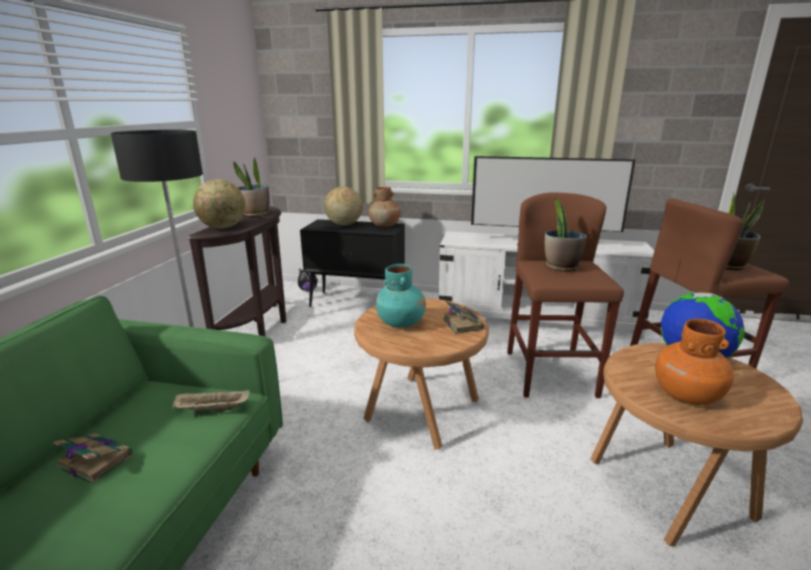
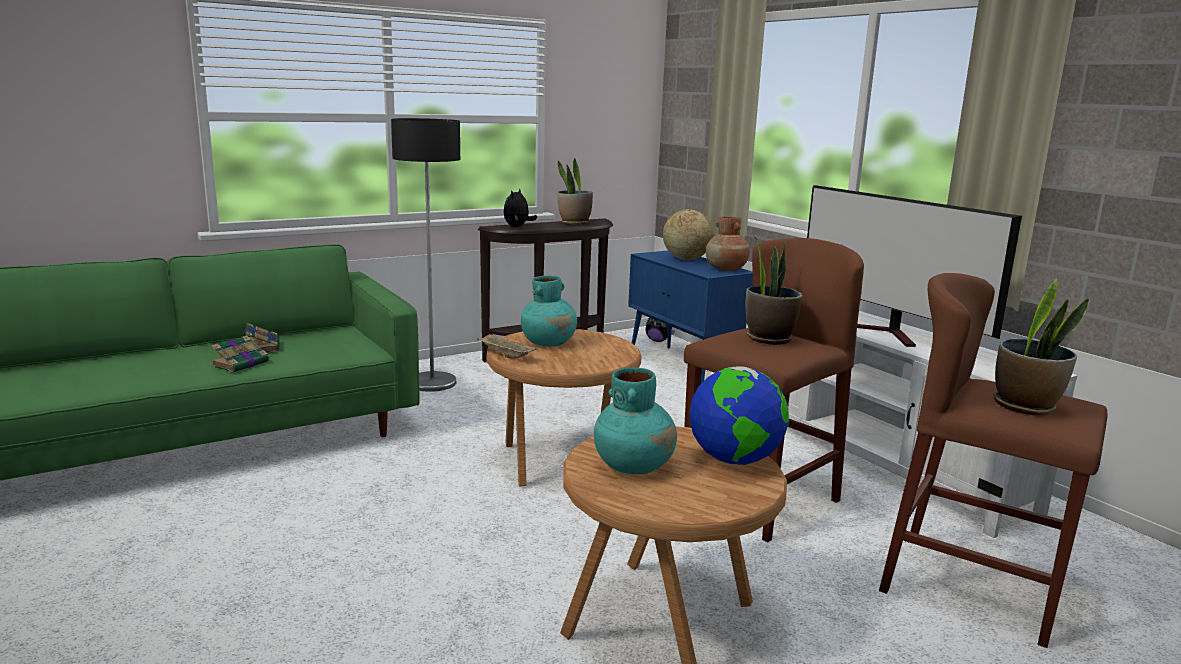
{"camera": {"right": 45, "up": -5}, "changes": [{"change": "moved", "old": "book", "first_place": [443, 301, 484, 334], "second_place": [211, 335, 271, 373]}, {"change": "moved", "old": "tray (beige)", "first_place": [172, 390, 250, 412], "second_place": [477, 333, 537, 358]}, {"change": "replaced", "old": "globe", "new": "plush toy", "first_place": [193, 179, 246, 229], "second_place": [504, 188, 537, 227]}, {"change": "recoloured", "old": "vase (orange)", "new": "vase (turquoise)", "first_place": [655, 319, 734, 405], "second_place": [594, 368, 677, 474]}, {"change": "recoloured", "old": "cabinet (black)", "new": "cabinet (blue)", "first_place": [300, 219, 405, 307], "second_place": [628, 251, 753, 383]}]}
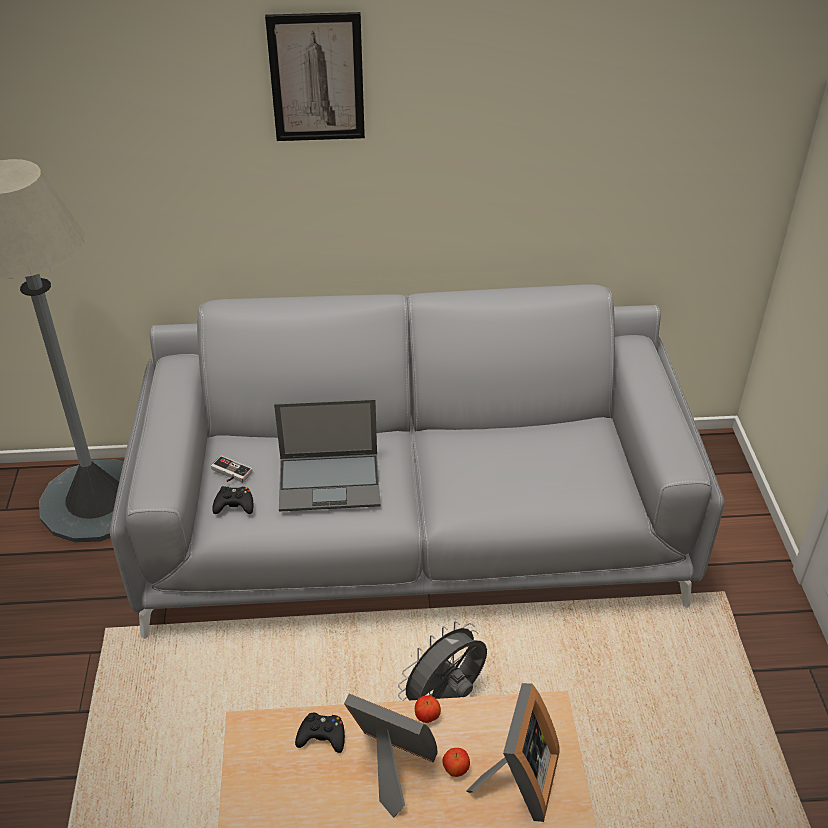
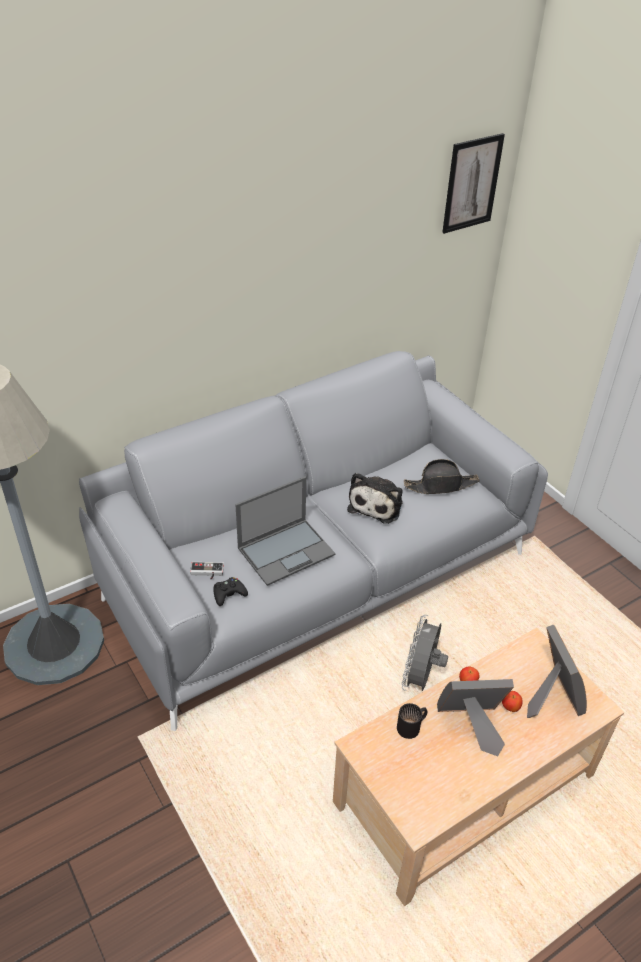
{"camera": {"right": -30, "up": 0}, "changes": [{"change": "added", "new": "plush toy", "second_place": [347, 473, 403, 524]}, {"change": "replaced", "old": "game controller (black)", "new": "mug (black)", "first_place": [295, 713, 345, 753], "second_place": [397, 703, 428, 739]}, {"change": "added", "new": "hat (black)", "second_place": [404, 459, 480, 494]}, {"change": "moved", "old": "picture", "first_place": [265, 12, 365, 141], "second_place": [442, 133, 505, 234]}]}
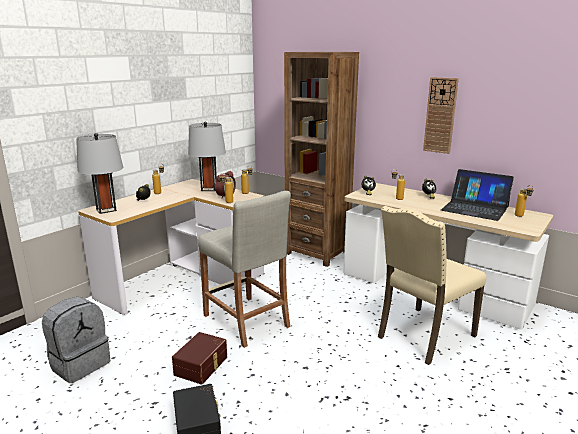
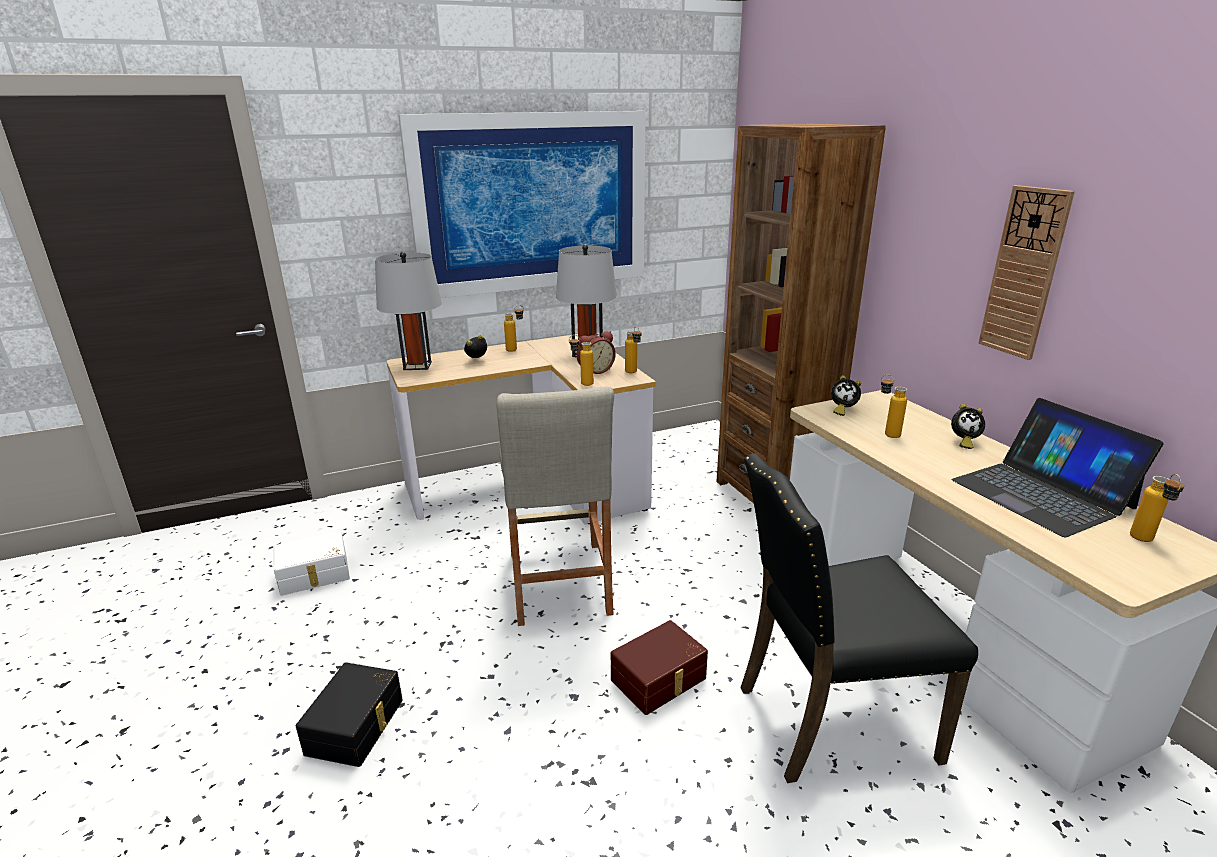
{"camera": {"right": 30, "up": 5}, "changes": [{"change": "replaced", "old": "backpack (grey)", "new": "storage box (white)", "first_place": [42, 297, 110, 383], "second_place": [274, 531, 350, 596]}, {"change": "added", "new": "picture", "second_place": [398, 111, 646, 298]}, {"change": "moved", "old": "storage box (brown)", "first_place": [172, 332, 227, 385], "second_place": [611, 620, 708, 715]}, {"change": "recoloured", "old": "chair (beige)", "new": "chair (black)", "first_place": [378, 206, 487, 365], "second_place": [740, 453, 978, 783]}]}
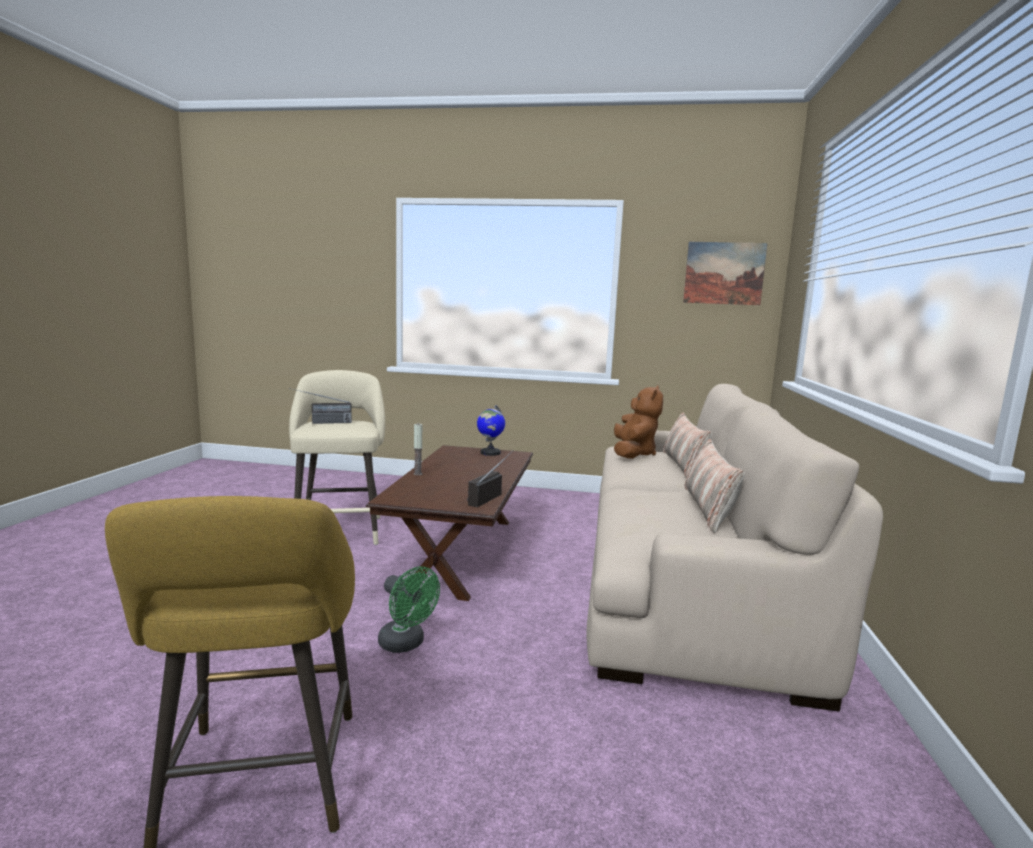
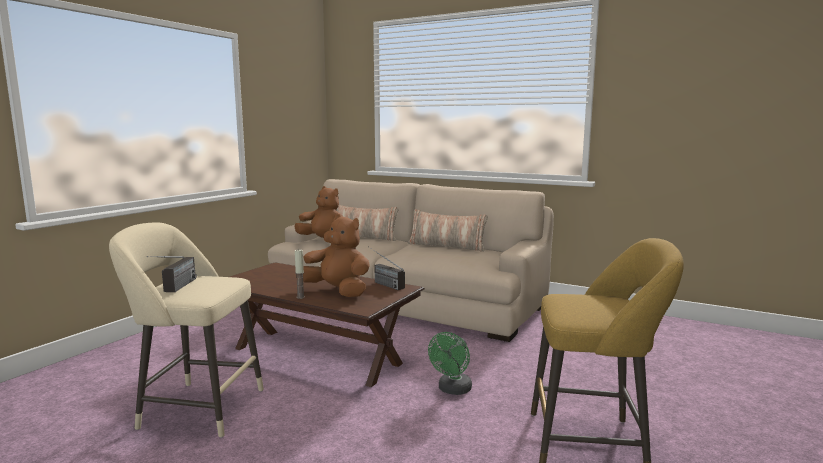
{"camera": {"right": -70, "up": 0}, "changes": [{"change": "added", "new": "plush toy (brown)", "second_place": [303, 214, 370, 297]}, {"change": "turned", "old": "fan (green)", "first_place": [378, 566, 440, 653], "second_place": [428, 332, 472, 395], "degrees": 150}, {"change": "removed", "old": "globe", "first_place": [477, 405, 505, 456]}, {"change": "removed", "old": "picture", "first_place": [683, 242, 768, 305]}]}
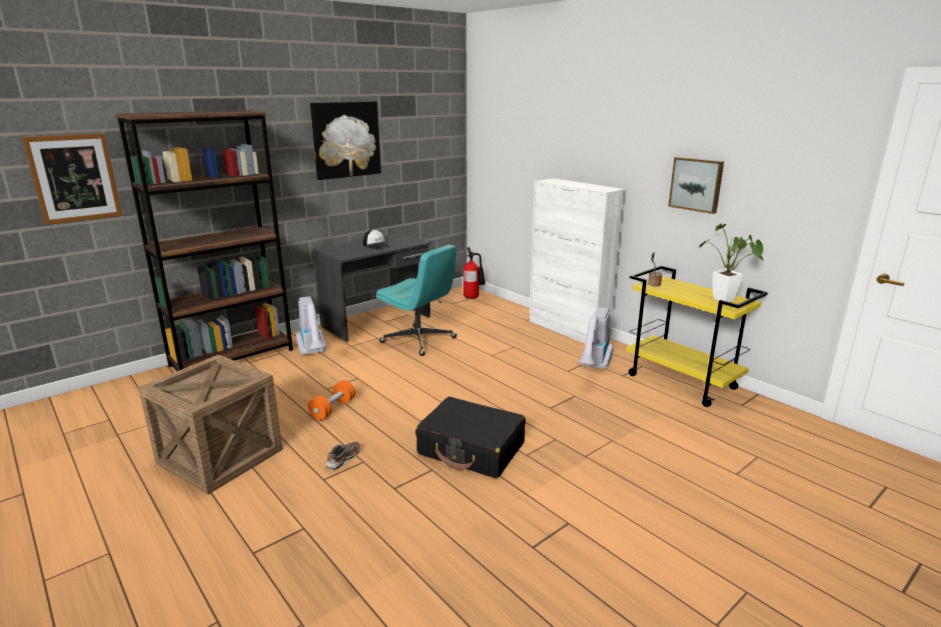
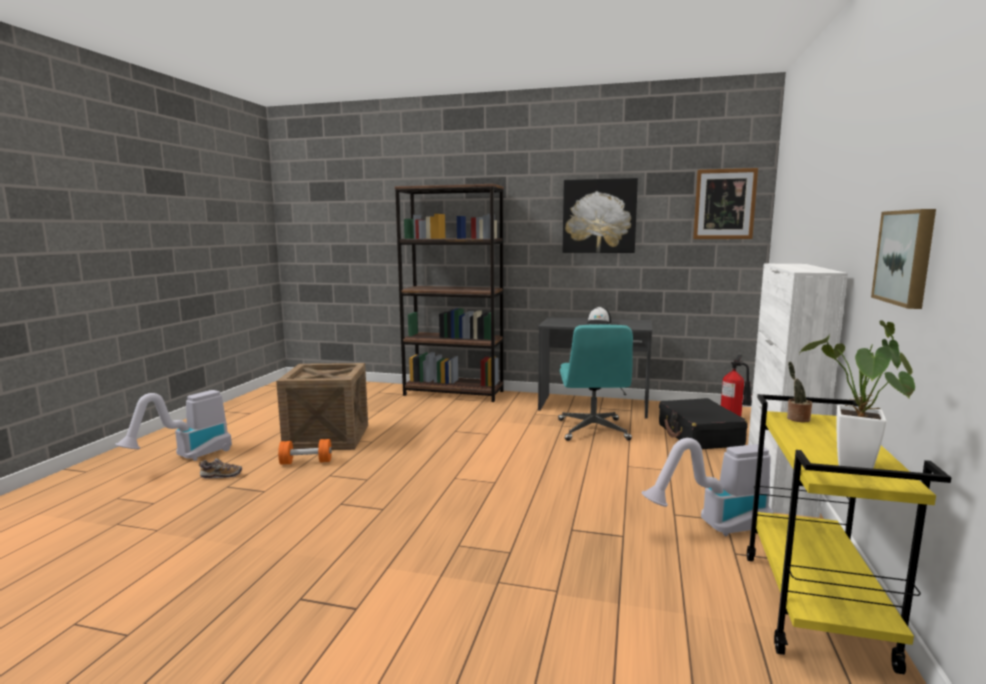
{"camera": {"right": 55, "up": -10}, "changes": [{"change": "moved", "old": "vacuum cleaner", "first_place": [296, 296, 326, 356], "second_place": [115, 390, 232, 461]}, {"change": "moved", "old": "shoe", "first_place": [326, 441, 360, 470], "second_place": [199, 458, 242, 479]}, {"change": "moved", "old": "dumbbell (orange)", "first_place": [308, 380, 355, 420], "second_place": [278, 439, 332, 465]}, {"change": "moved", "old": "suitcase (black)", "first_place": [415, 397, 525, 478], "second_place": [659, 398, 748, 449]}, {"change": "moved", "old": "picture", "first_place": [22, 133, 122, 225], "second_place": [693, 168, 758, 239]}]}
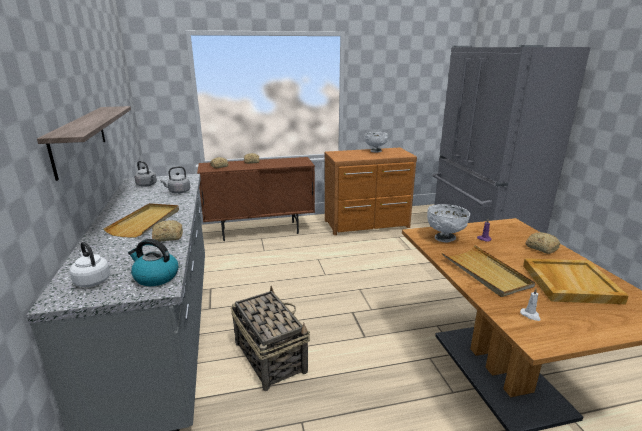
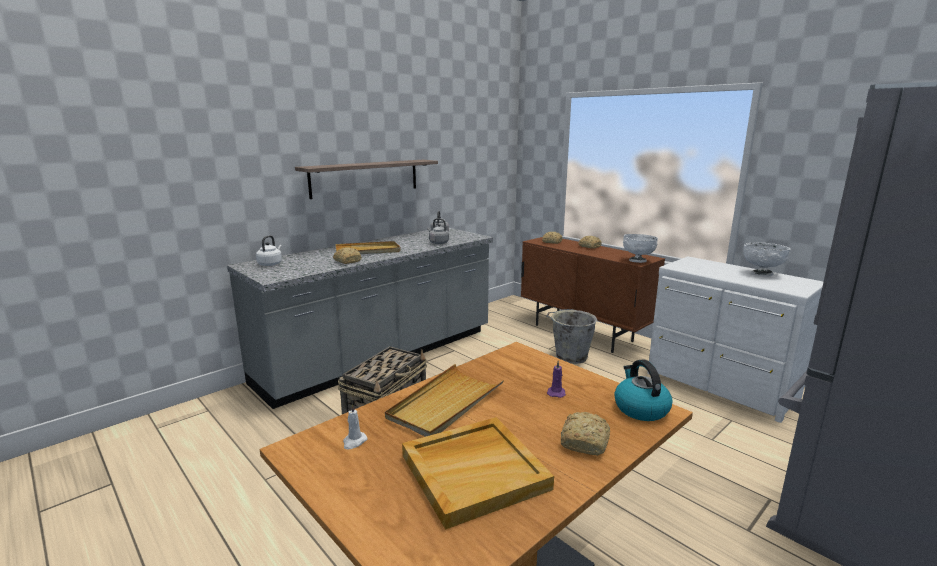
{"camera": {"right": 60, "up": -5}, "changes": [{"change": "added", "new": "bucket (grey)", "second_place": [546, 309, 597, 364]}, {"change": "moved", "old": "kettle", "first_place": [128, 239, 178, 286], "second_place": [614, 360, 673, 421]}, {"change": "moved", "old": "bowl (white)", "first_place": [427, 204, 470, 242], "second_place": [623, 234, 658, 263]}, {"change": "recoloured", "old": "dresser (brown)", "new": "dresser (white)", "first_place": [325, 148, 417, 235], "second_place": [647, 256, 823, 423]}]}
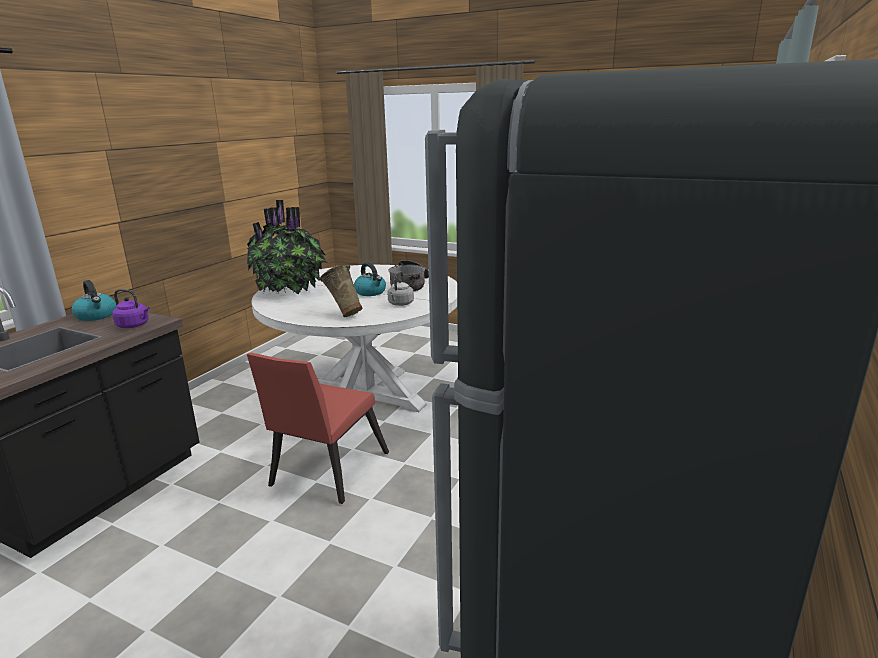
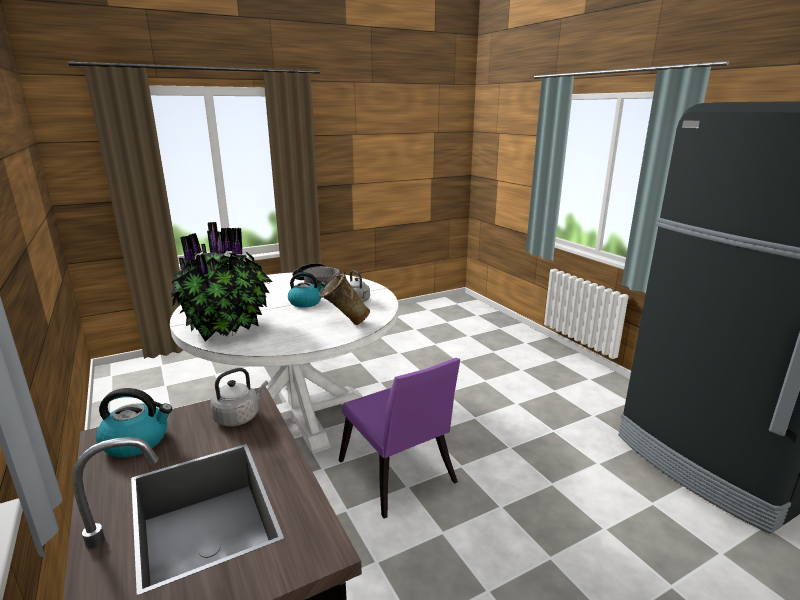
{"camera": {"right": -55, "up": 0}, "changes": [{"change": "recoloured", "old": "kettle (purple)", "new": "kettle (grey)", "first_place": [112, 289, 150, 328], "second_place": [210, 368, 268, 427]}, {"change": "recoloured", "old": "chair (red)", "new": "chair (purple)", "first_place": [247, 353, 389, 504], "second_place": [339, 358, 460, 519]}]}
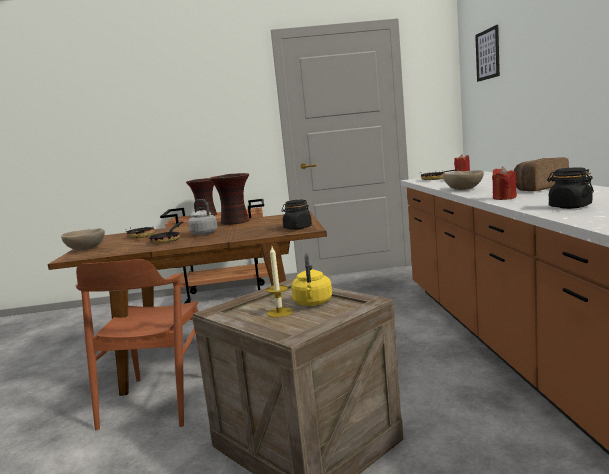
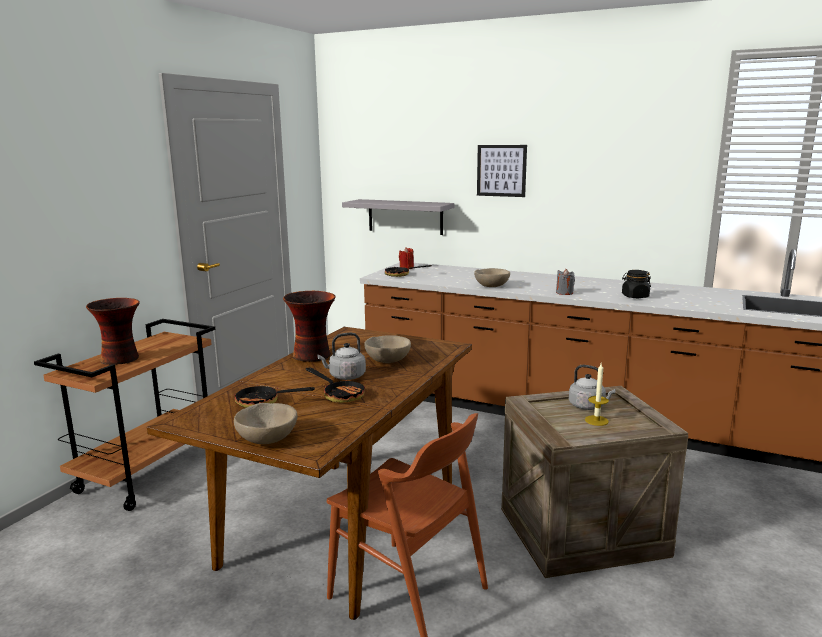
{"camera": {"right": -60, "up": 5}, "changes": [{"change": "added", "new": "shelf (grey)", "second_place": [342, 199, 454, 235]}, {"change": "added", "new": "bowl (beige)", "second_place": [364, 335, 411, 363]}, {"change": "moved", "old": "picture", "first_place": [475, 25, 500, 82], "second_place": [477, 145, 527, 197]}, {"change": "recoloured", "old": "candle (red)", "new": "candle (grey)", "first_place": [492, 167, 517, 200], "second_place": [556, 269, 575, 295]}, {"change": "recoloured", "old": "kettle (yellow)", "new": "kettle (grey)", "first_place": [291, 253, 332, 306], "second_place": [569, 365, 616, 410]}, {"change": "removed", "old": "jar (black)", "first_place": [281, 200, 312, 230]}, {"change": "removed", "old": "bread", "first_place": [514, 157, 569, 191]}]}
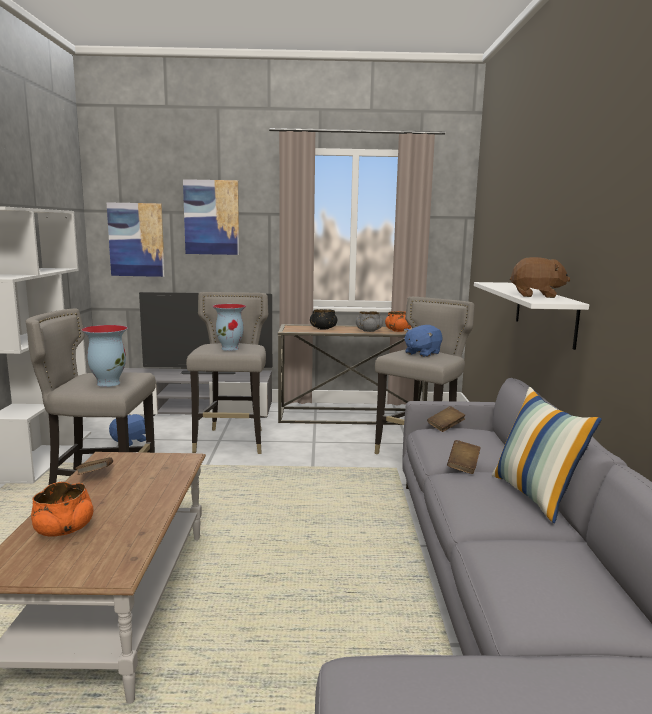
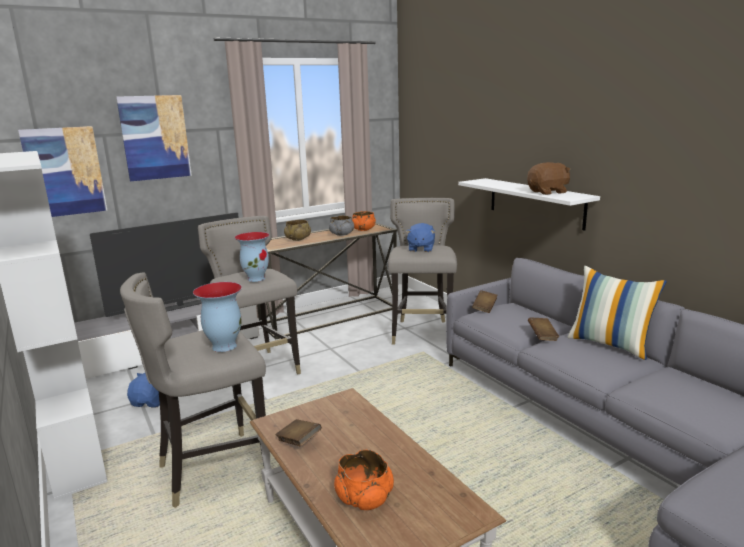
{"camera": {"right": -30, "up": 5}, "changes": [{"change": "recoloured", "old": "bowl (black)", "new": "bowl (beige)", "first_place": [310, 309, 337, 329], "second_place": [284, 220, 311, 241]}]}
